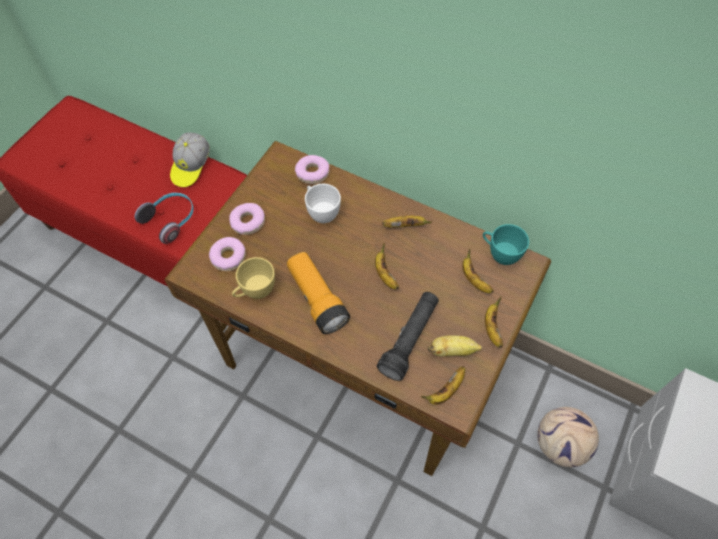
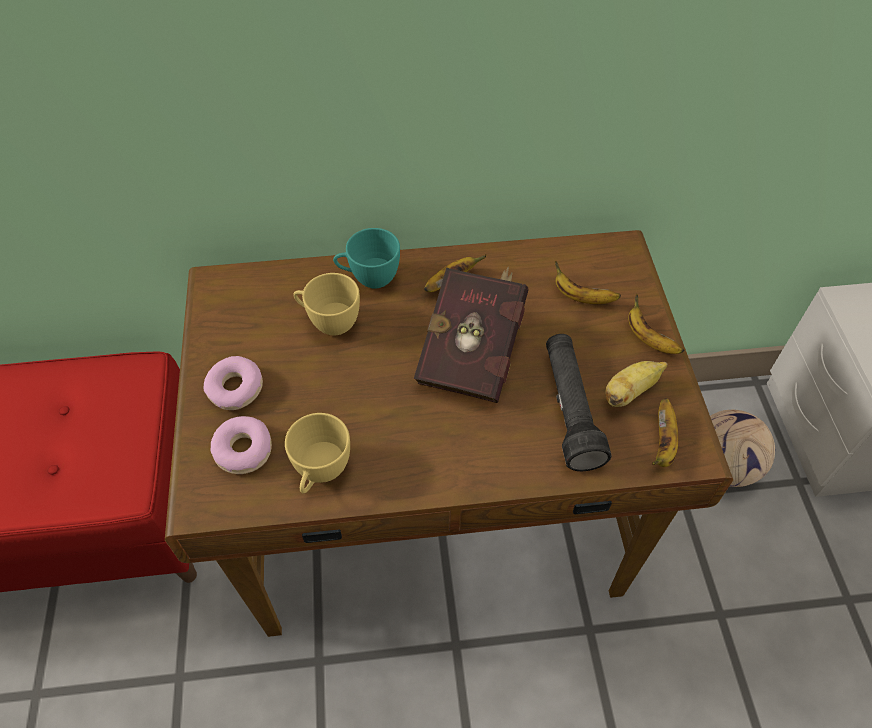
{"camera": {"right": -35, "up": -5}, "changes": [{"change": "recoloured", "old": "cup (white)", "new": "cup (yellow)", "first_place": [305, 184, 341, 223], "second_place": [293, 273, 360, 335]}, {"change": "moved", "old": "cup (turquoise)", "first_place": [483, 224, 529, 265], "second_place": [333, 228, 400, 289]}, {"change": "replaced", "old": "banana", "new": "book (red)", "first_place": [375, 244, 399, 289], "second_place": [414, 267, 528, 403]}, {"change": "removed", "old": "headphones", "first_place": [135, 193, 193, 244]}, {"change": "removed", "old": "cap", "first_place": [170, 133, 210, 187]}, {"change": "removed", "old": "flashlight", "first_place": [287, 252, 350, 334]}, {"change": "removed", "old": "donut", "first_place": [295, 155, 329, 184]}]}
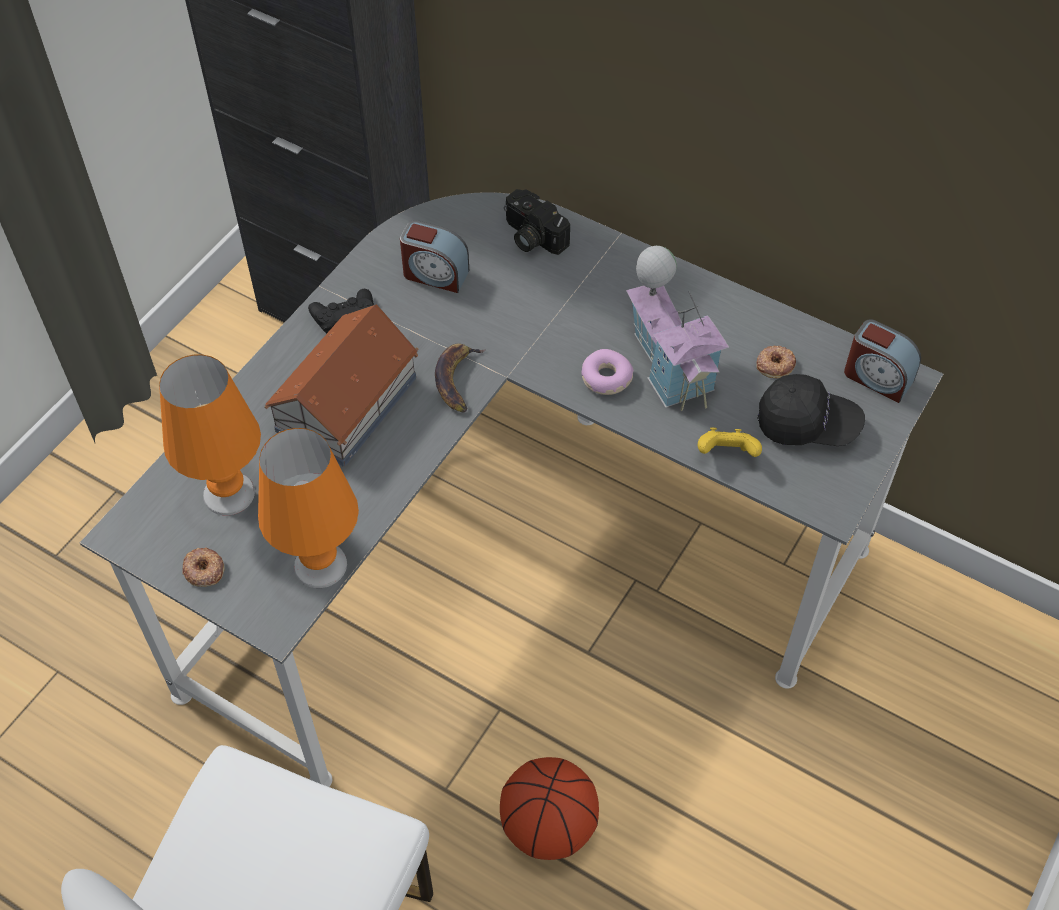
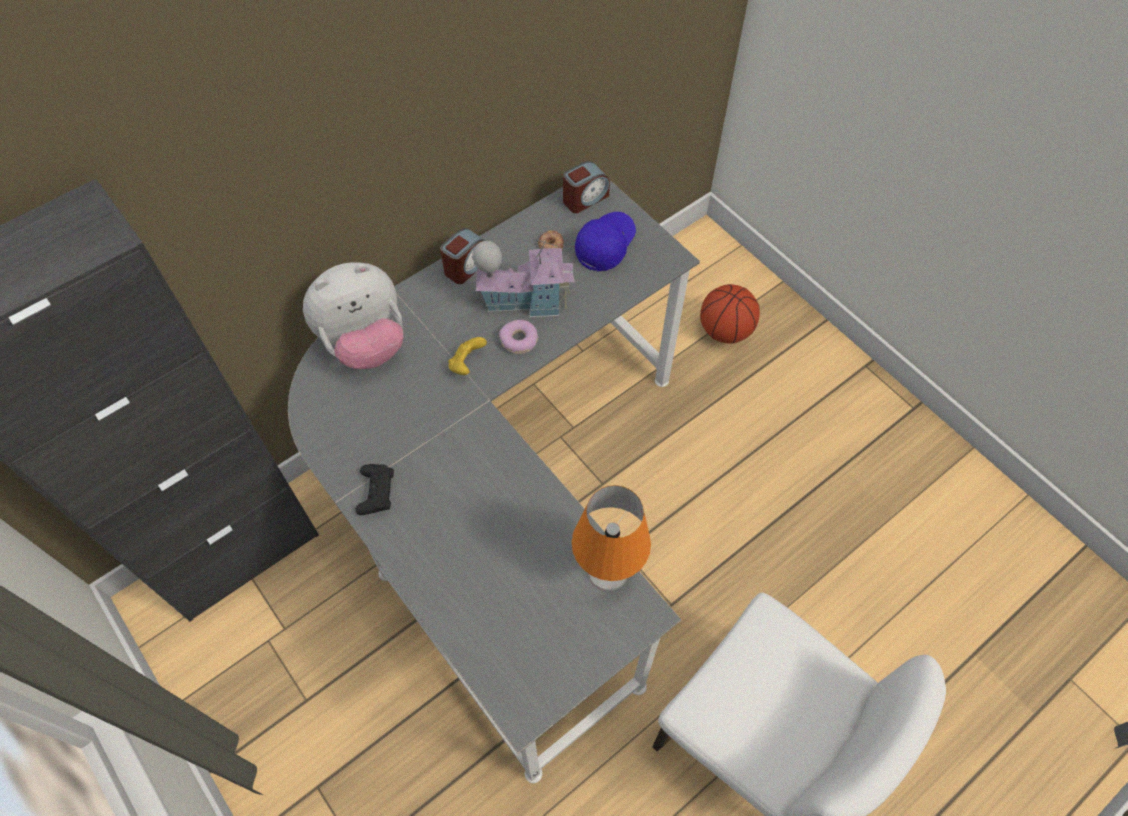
{"camera": {"right": -70, "up": 5}, "changes": [{"change": "replaced", "old": "photo camera", "new": "plush toy", "first_place": [504, 189, 570, 255], "second_place": [303, 262, 403, 369]}, {"change": "moved", "old": "alarm clock", "first_place": [400, 220, 469, 293], "second_place": [440, 228, 486, 284]}, {"change": "moved", "old": "game controller (yellow)", "first_place": [698, 427, 762, 457], "second_place": [448, 337, 487, 375]}, {"change": "recoloured", "old": "cap (black)", "new": "cap (blue)", "first_place": [757, 374, 865, 446], "second_place": [575, 212, 636, 271]}, {"change": "moved", "old": "basketball", "first_place": [500, 757, 599, 860], "second_place": [700, 284, 760, 344]}, {"change": "removed", "old": "table lamp (orange)", "first_place": [159, 355, 261, 516]}, {"change": "removed", "old": "donut", "first_place": [182, 547, 225, 587]}, {"change": "removed", "old": "toy house", "first_place": [264, 304, 419, 467]}, {"change": "removed", "old": "banana", "first_place": [435, 343, 486, 413]}]}
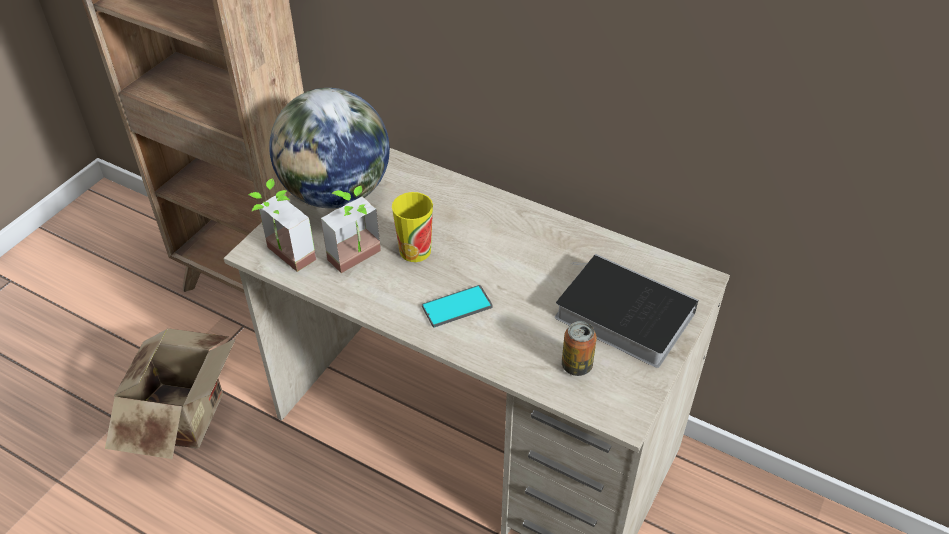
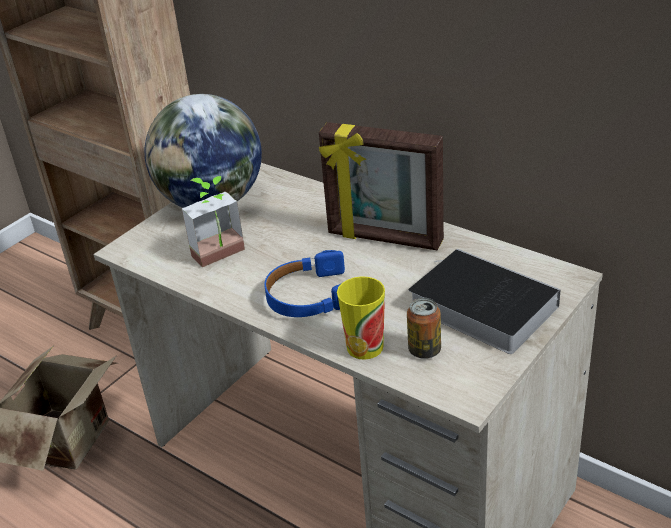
{"camera": {"right": 10, "up": -10}, "changes": [{"change": "replaced", "old": "phone", "new": "headphones (blue)", "first_place": [422, 285, 493, 327], "second_place": [264, 250, 345, 317]}, {"change": "added", "new": "picture frame", "second_place": [319, 122, 444, 250]}, {"change": "moved", "old": "cup", "first_place": [392, 192, 433, 262], "second_place": [337, 276, 385, 360]}, {"change": "removed", "old": "potted plant", "first_place": [248, 179, 316, 272]}]}
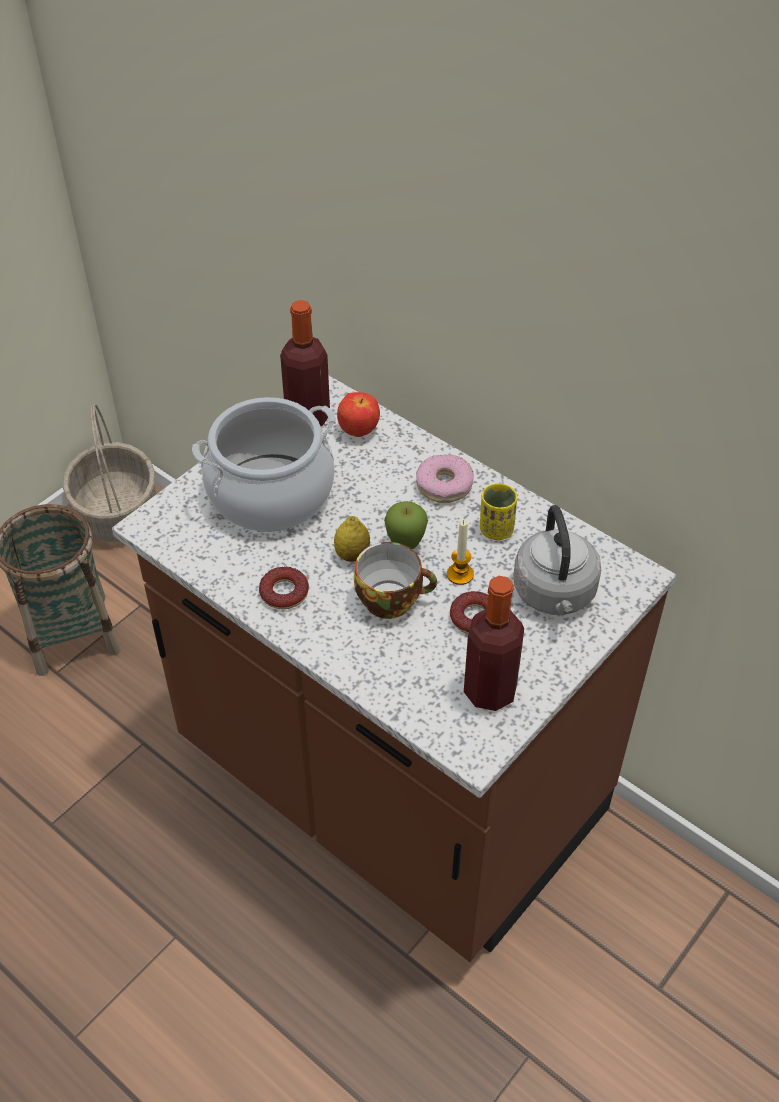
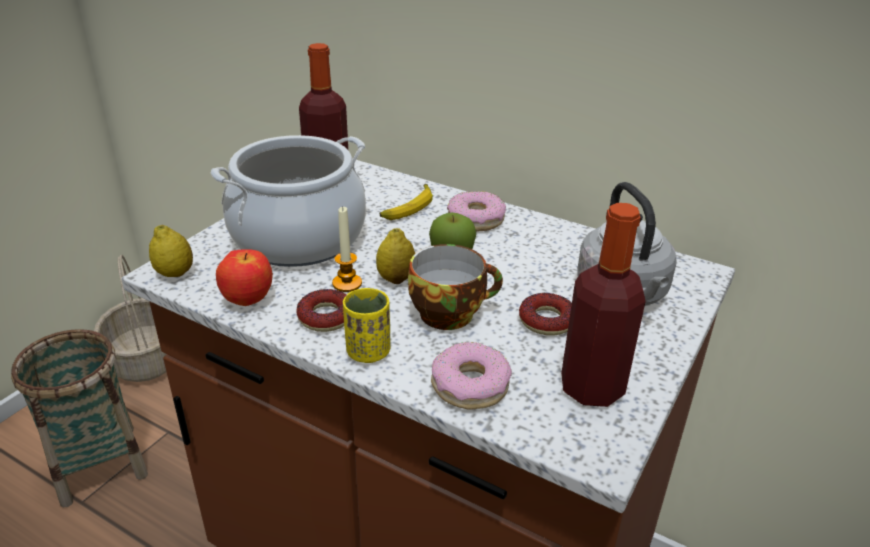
{"camera": {"right": -10, "up": -15}, "changes": [{"change": "added", "new": "lemon", "second_place": [149, 225, 193, 277]}, {"change": "moved", "old": "apple", "first_place": [337, 392, 380, 437], "second_place": [216, 249, 273, 306]}, {"change": "moved", "old": "candle", "first_place": [447, 519, 474, 585], "second_place": [332, 206, 362, 292]}, {"change": "moved", "old": "cup (yellow)", "first_place": [480, 483, 517, 540], "second_place": [343, 288, 390, 363]}, {"change": "added", "new": "banana", "second_place": [379, 184, 433, 220]}, {"change": "added", "new": "donut", "second_place": [431, 342, 512, 410]}]}
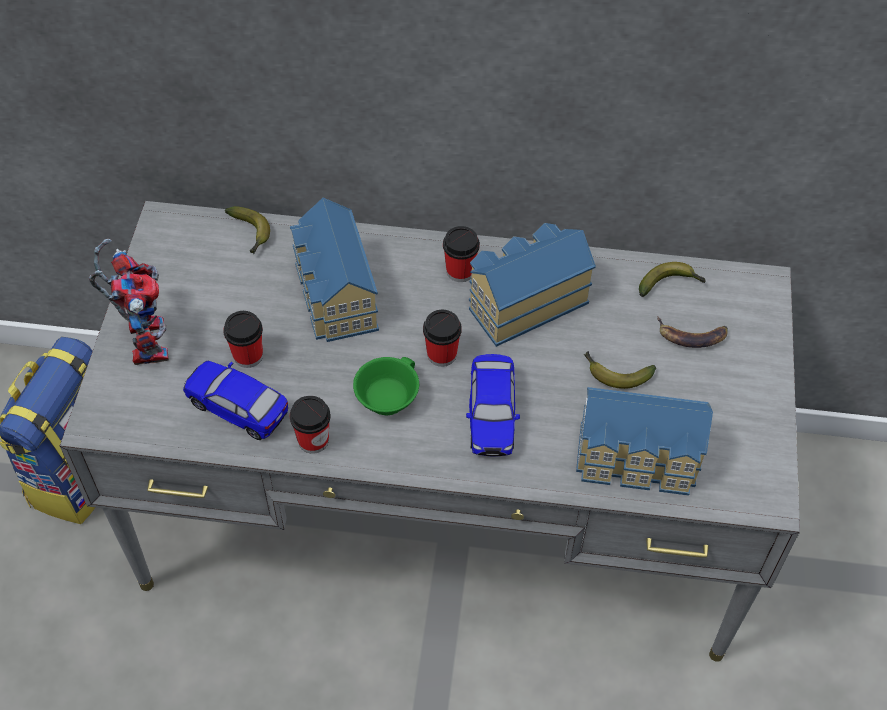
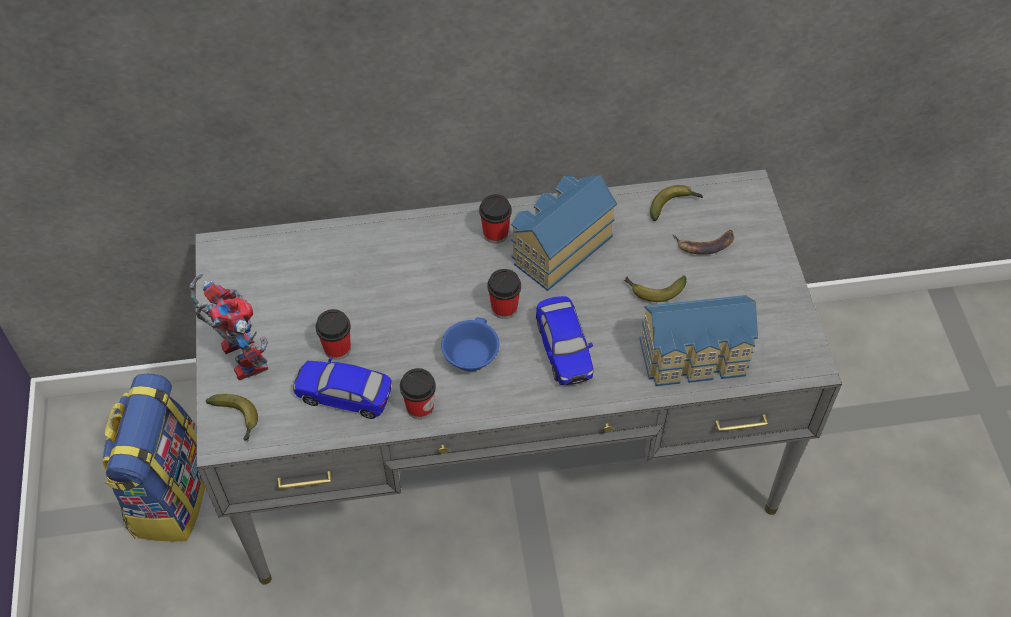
{"camera": {"right": -15, "up": 0}, "changes": [{"change": "moved", "old": "banana", "first_place": [225, 206, 270, 254], "second_place": [206, 394, 258, 441]}, {"change": "recoloured", "old": "cup (green)", "new": "cup (blue)", "first_place": [353, 357, 419, 415], "second_place": [441, 317, 500, 372]}, {"change": "removed", "old": "toy house", "first_place": [290, 198, 379, 342]}]}
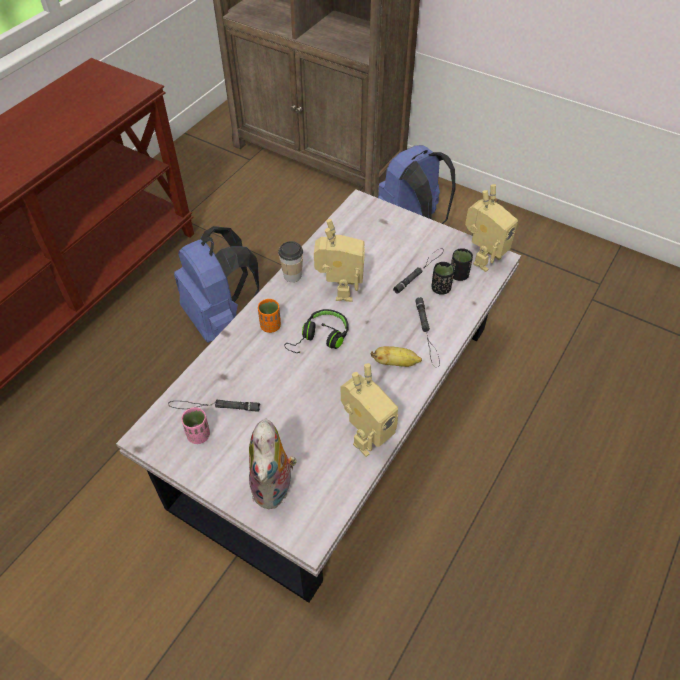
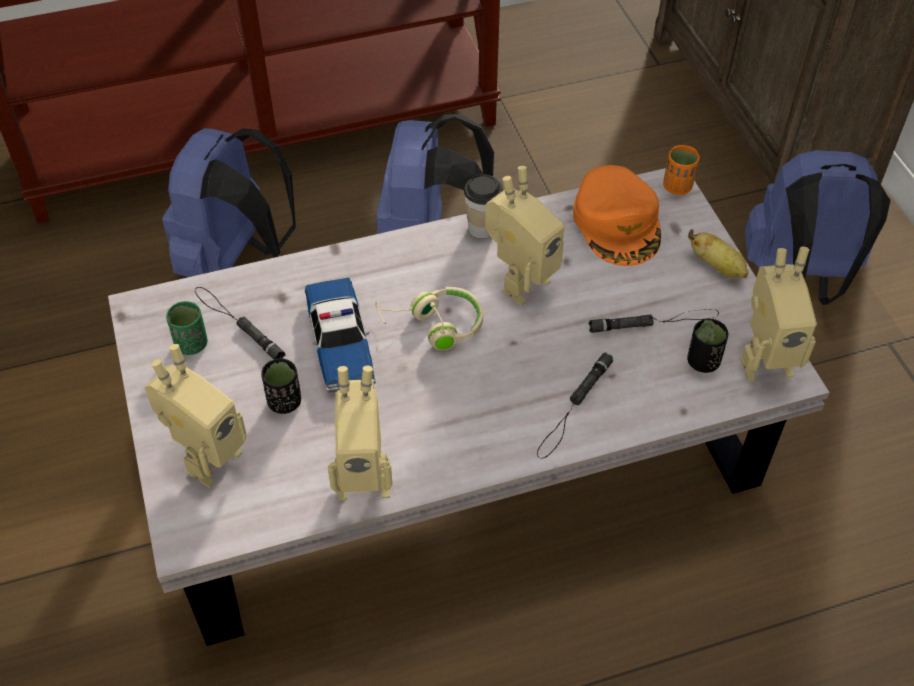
{"camera": {"right": 40, "up": 0}, "changes": [{"change": "replaced", "old": "plush toy", "new": "toy robot", "first_place": [249, 418, 297, 509], "second_place": [145, 344, 247, 488]}, {"change": "added", "new": "backpack (blue)", "second_place": [162, 128, 296, 277]}, {"change": "recoloured", "old": "cup (pink)", "new": "cup (green)", "first_place": [181, 407, 210, 444], "second_place": [166, 301, 208, 355]}, {"change": "moved", "old": "cup (black)", "first_place": [431, 262, 454, 295], "second_place": [261, 358, 301, 414]}, {"change": "added", "new": "toy car", "second_place": [305, 278, 376, 392]}, {"change": "recoloured", "old": "headphones (black)", "new": "headphones (beige)", "first_place": [284, 309, 349, 353], "second_place": [375, 287, 483, 350]}, {"change": "added", "new": "cap (orange)", "second_place": [573, 165, 661, 266]}, {"change": "moved", "old": "cup (orange)", "first_place": [258, 299, 281, 333], "second_place": [663, 145, 700, 195]}, {"change": "moved", "old": "banana", "first_place": [371, 346, 422, 367], "second_place": [688, 229, 748, 278]}]}
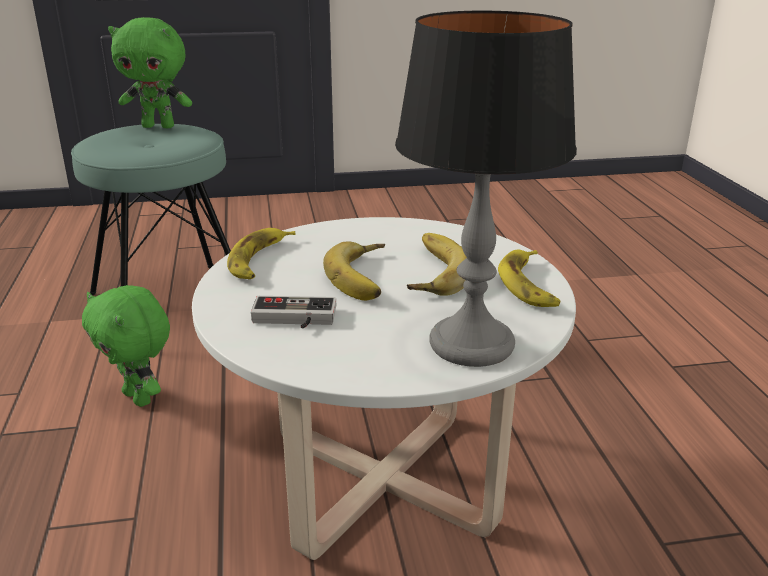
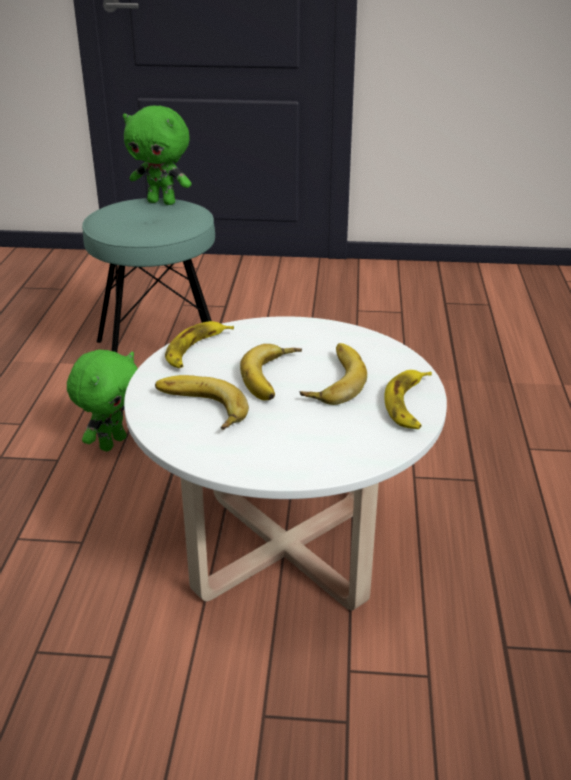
{"camera": {"right": 15, "up": 5}, "changes": [{"change": "turned", "old": "plush toy (green)", "first_place": [82, 285, 170, 407], "second_place": [67, 350, 138, 451], "degrees": -120}, {"change": "replaced", "old": "game controller", "new": "banana", "first_place": [251, 296, 336, 329], "second_place": [155, 375, 249, 430]}, {"change": "removed", "old": "table lamp", "first_place": [395, 11, 577, 367]}]}
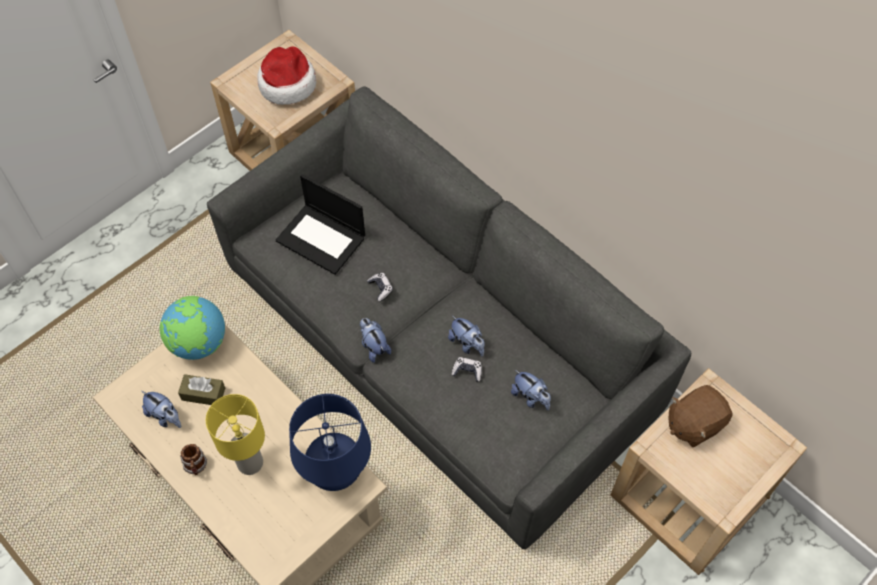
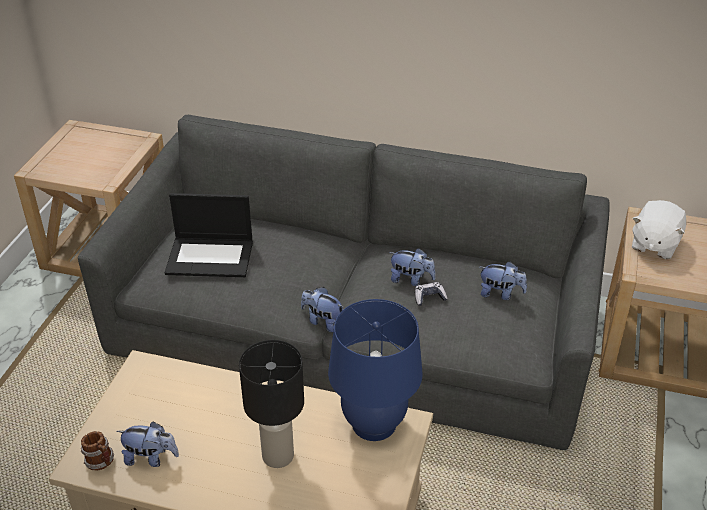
{"camera": {"right": -30, "up": -20}, "changes": [{"change": "moved", "old": "mug", "first_place": [180, 444, 207, 475], "second_place": [81, 431, 114, 471]}, {"change": "recoloured", "old": "table lamp (yellow)", "new": "table lamp (black)", "first_place": [206, 394, 265, 475], "second_place": [239, 340, 304, 468]}, {"change": "recoloured", "old": "plush toy (brown)", "new": "plush toy (white)", "first_place": [668, 385, 732, 448], "second_place": [632, 200, 686, 259]}, {"change": "removed", "old": "globe", "first_place": [160, 296, 225, 360]}, {"change": "removed", "old": "tissue box (brown)", "first_place": [178, 374, 225, 405]}, {"change": "removed", "old": "hat", "first_place": [257, 46, 316, 105]}, {"change": "removed", "old": "game controller", "first_place": [367, 273, 393, 301]}]}
